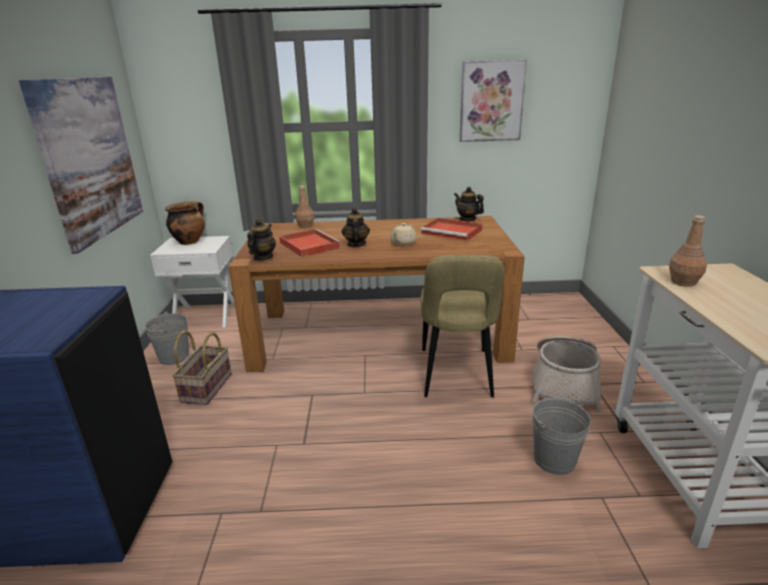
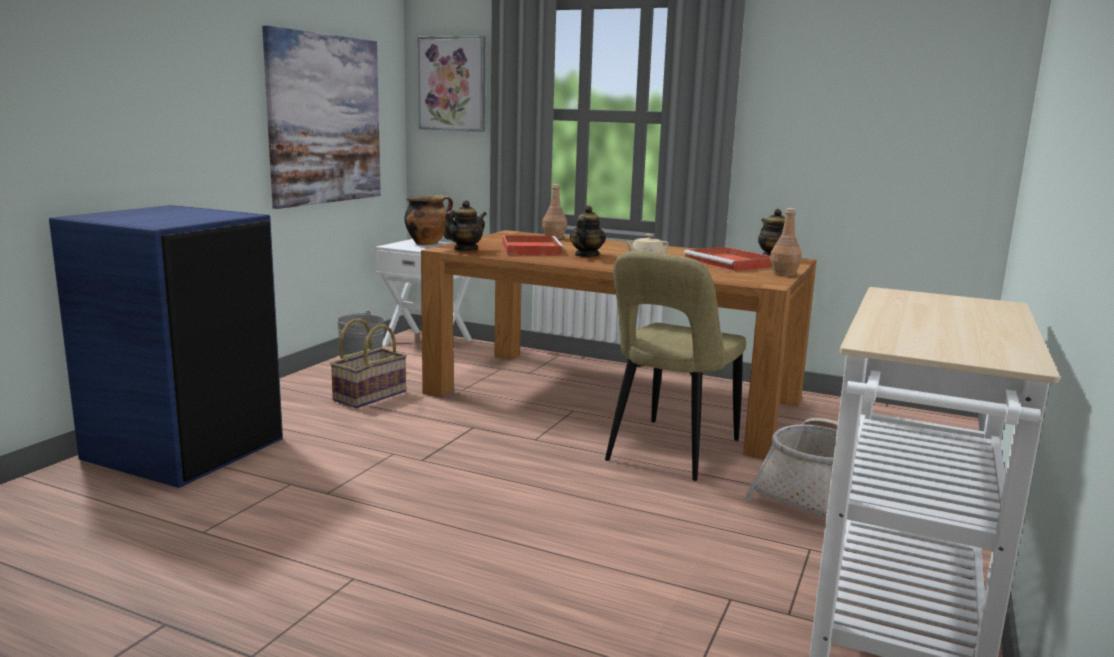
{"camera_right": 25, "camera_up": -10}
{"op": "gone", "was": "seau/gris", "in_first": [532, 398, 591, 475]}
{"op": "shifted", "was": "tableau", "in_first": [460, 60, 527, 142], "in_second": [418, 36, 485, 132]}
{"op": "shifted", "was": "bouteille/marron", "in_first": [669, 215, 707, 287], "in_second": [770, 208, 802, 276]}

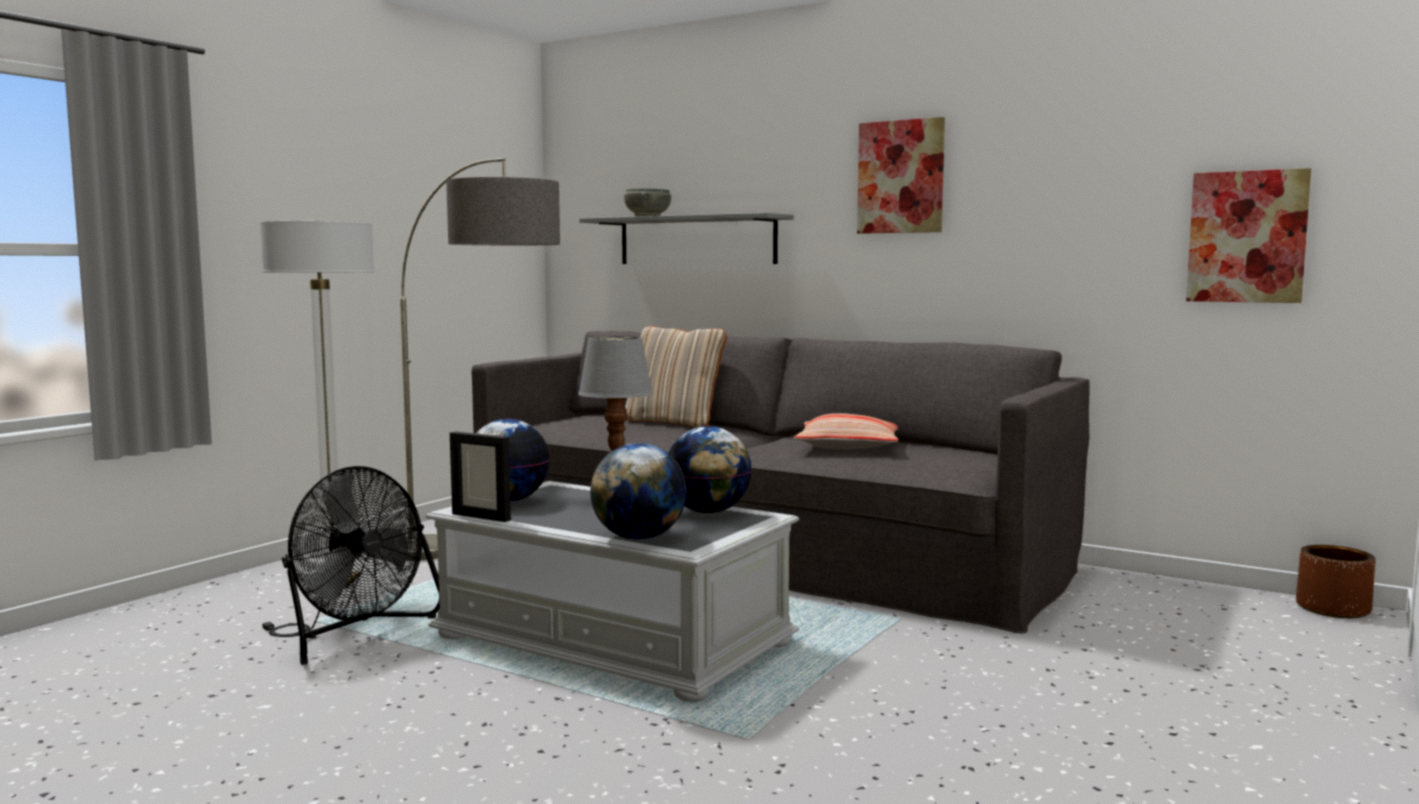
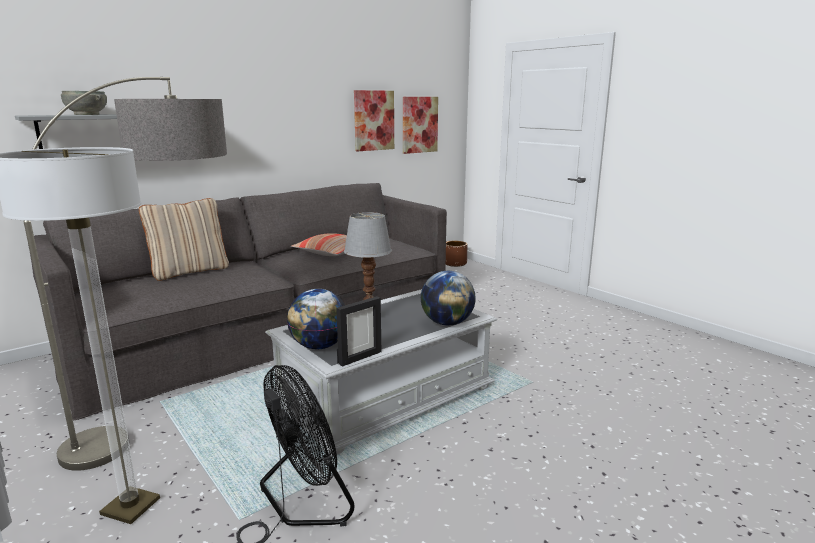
{"camera_right": -70, "camera_up": 10}
{"op": "gone", "was": "globe", "in_first": [668, 426, 752, 513]}
{"op": "shifted", "was": "tableau", "in_first": [857, 117, 945, 234], "in_second": [354, 90, 394, 151]}

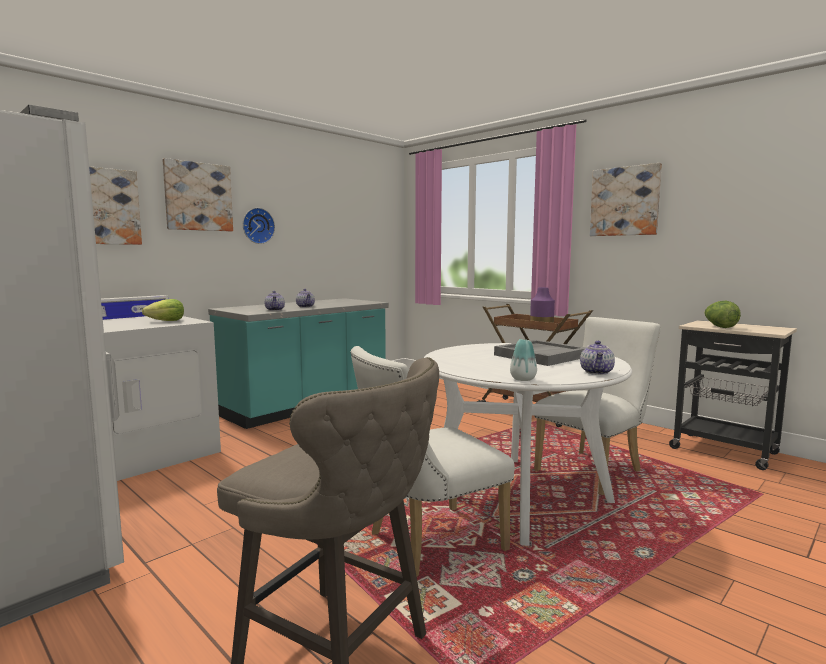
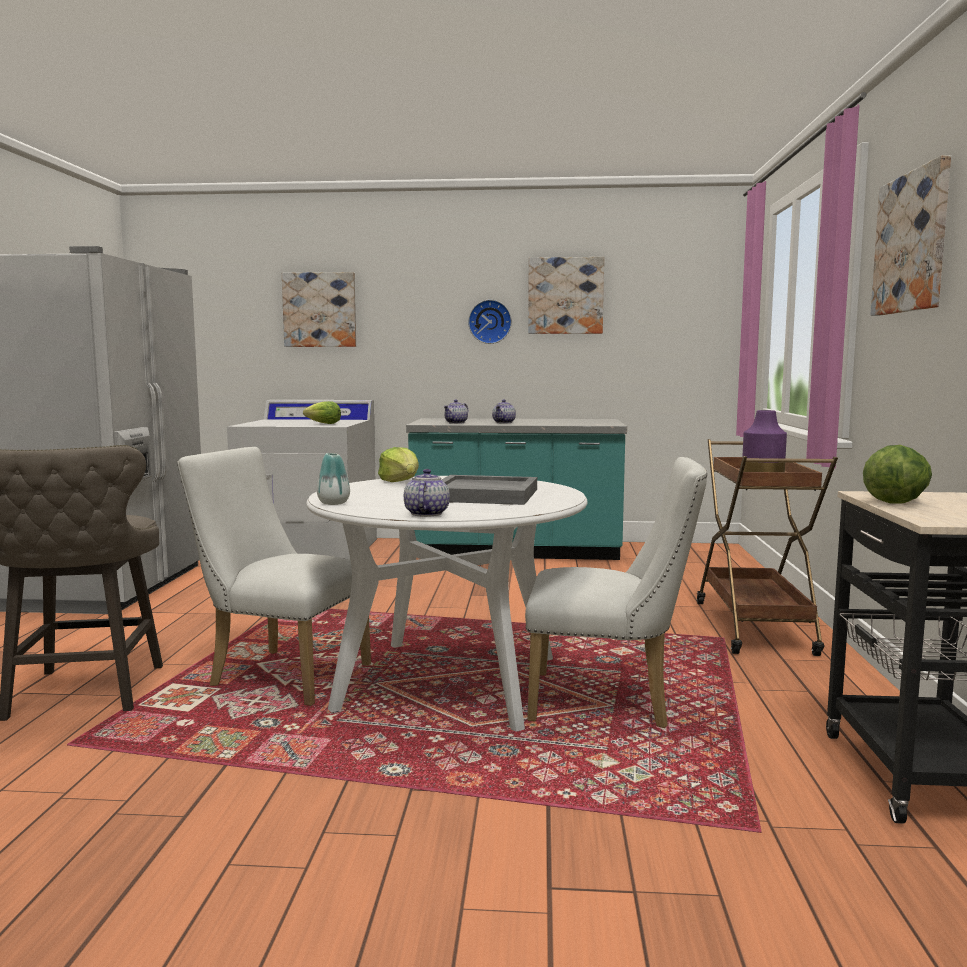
{"camera_right": 50, "camera_up": 0}
{"op": "new", "now": "laitue", "in_second": [378, 447, 419, 482]}
{"op": "shifted", "was": "tableau", "in_first": [162, 158, 233, 231], "in_second": [528, 257, 604, 334]}
{"op": "rotated", "was": "théière", "in_first": [580, 341, 615, 375], "in_second": [404, 469, 450, 517], "clockwise": 120}

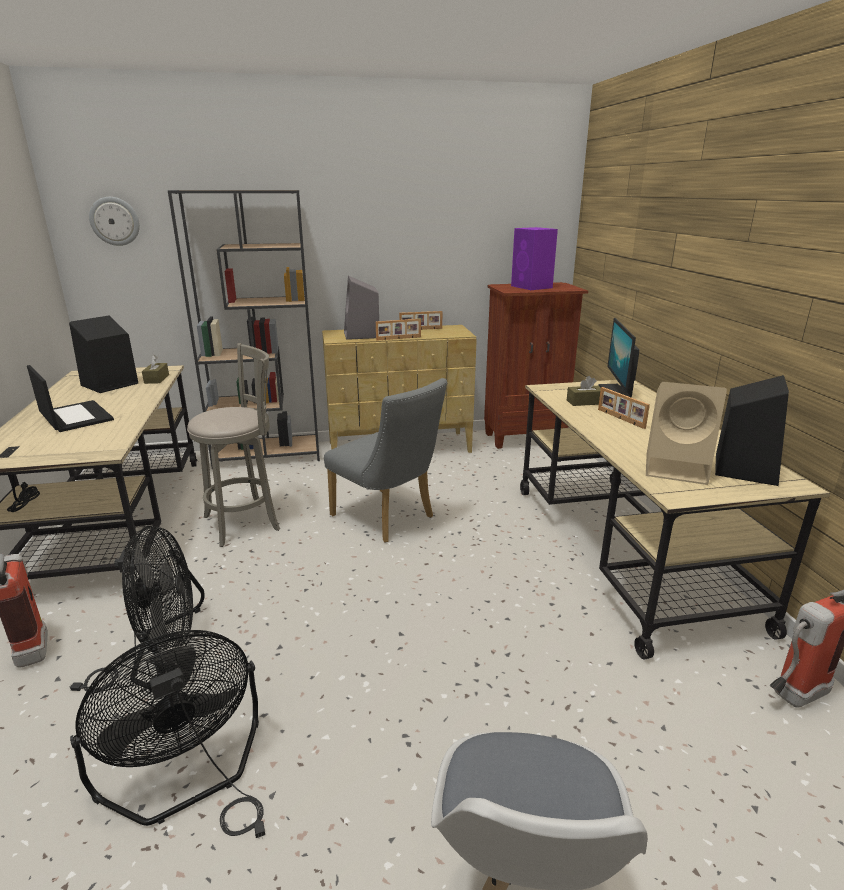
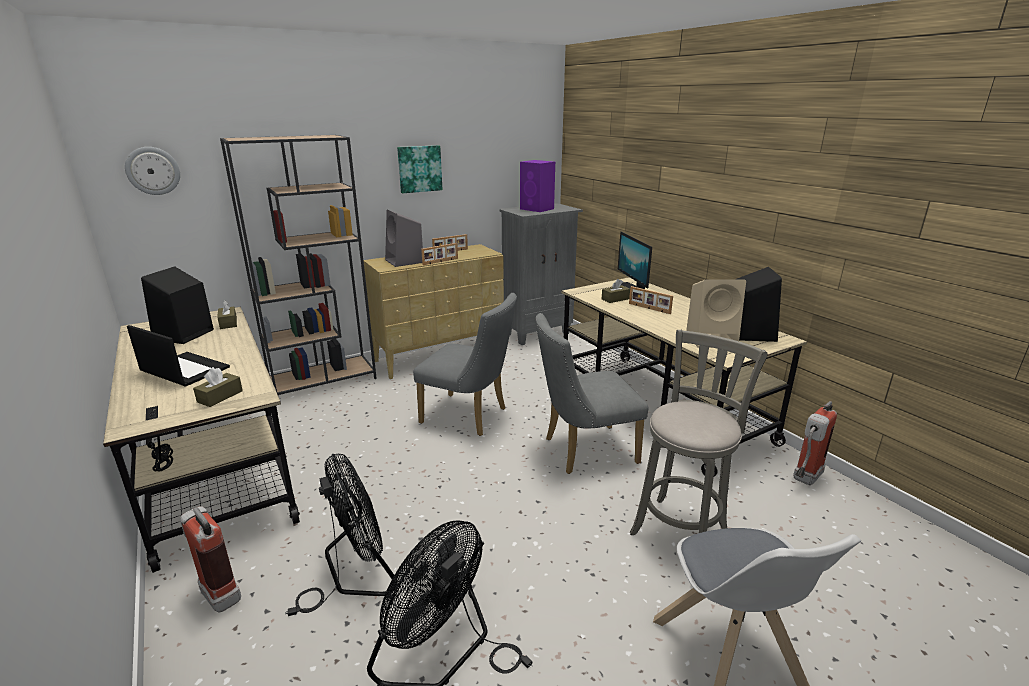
{"camera_right": -20, "camera_up": 0}
{"op": "new", "now": "boîte à mouchoirs/marron", "in_second": [193, 367, 243, 407]}
{"op": "new", "now": "tableau", "in_second": [397, 145, 443, 193]}
{"op": "new", "now": "chaise/gris", "in_second": [536, 313, 648, 474]}
{"op": "shifted", "was": "tabouret/gris", "in_first": [187, 343, 280, 547], "in_second": [630, 330, 768, 535]}
{"op": "repainted", "was": "meuble de rangement/marron", "now": "meuble de rangement/gris", "in_first": [484, 282, 588, 449], "in_second": [499, 203, 583, 345]}

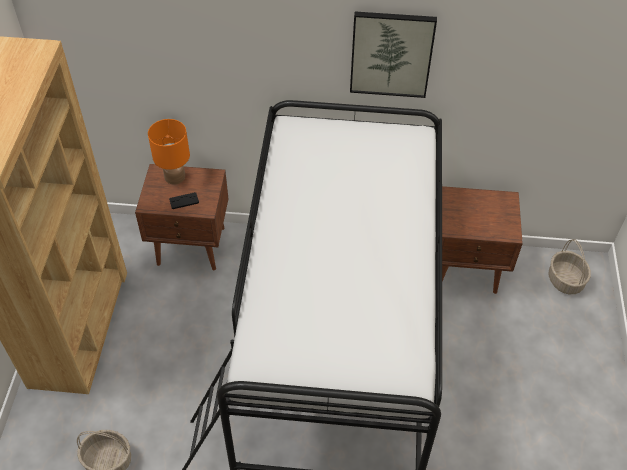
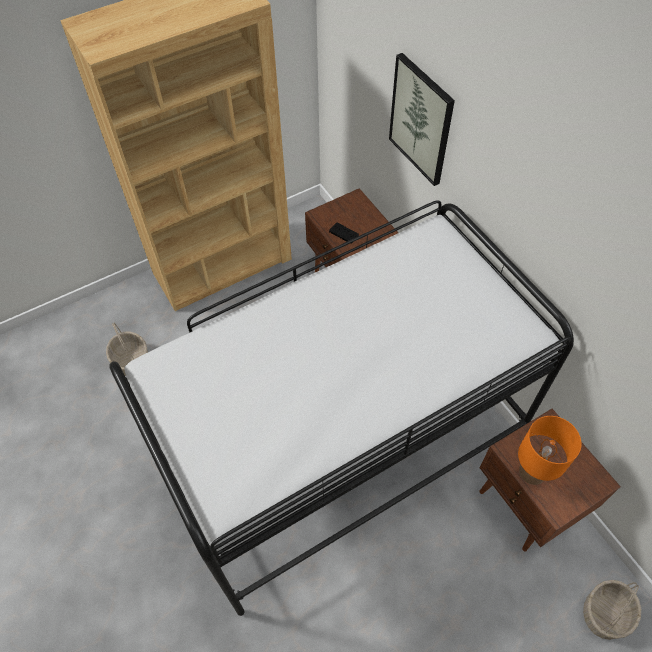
{"camera_right": 55, "camera_up": 5}
{"op": "shifted", "was": "lampe de table/orange", "in_first": [148, 119, 190, 185], "in_second": [518, 416, 582, 485]}
{"op": "shifted", "was": "tableau", "in_first": [350, 12, 437, 98], "in_second": [389, 53, 455, 186]}

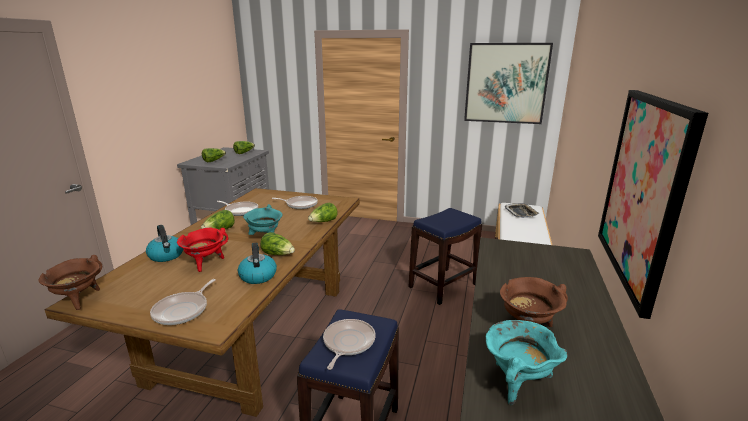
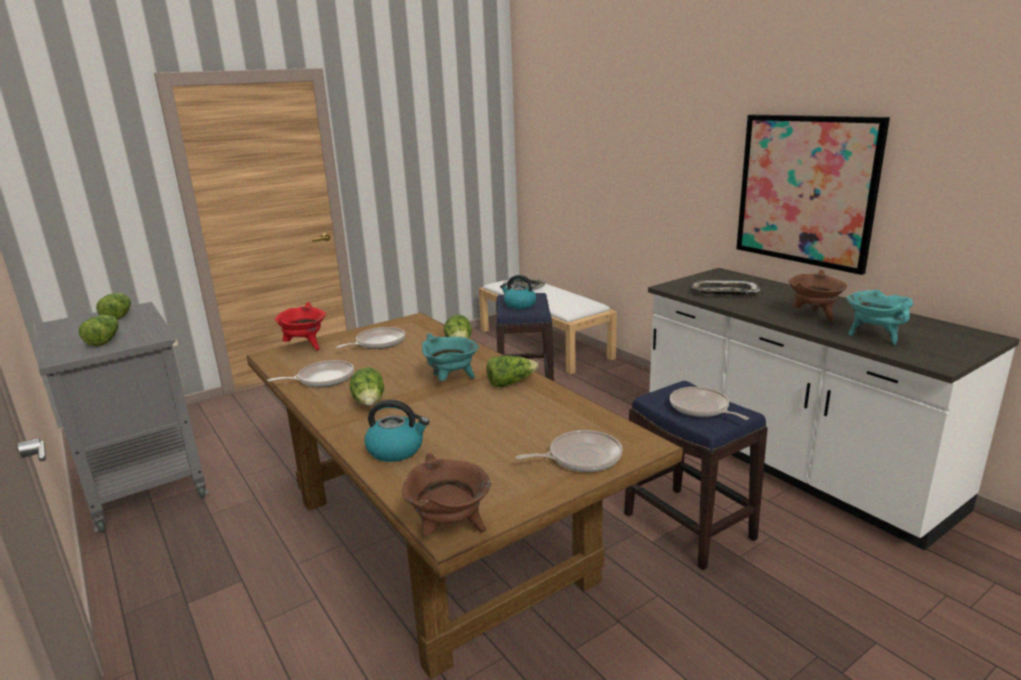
{"camera_right": -50, "camera_up": 0}
{"op": "gone", "was": "tableau", "in_first": [464, 43, 553, 124]}
{"op": "new", "now": "plateau", "in_second": [692, 280, 760, 295]}
{"op": "shifted", "was": "marmite/rouge", "in_first": [177, 228, 228, 272], "in_second": [274, 302, 326, 350]}
{"op": "shifted", "was": "bouilloire", "in_first": [238, 243, 277, 284], "in_second": [500, 275, 536, 309]}
{"op": "rotated", "was": "poêle", "in_first": [150, 279, 216, 325], "in_second": [516, 430, 622, 472], "clockwise": -75}

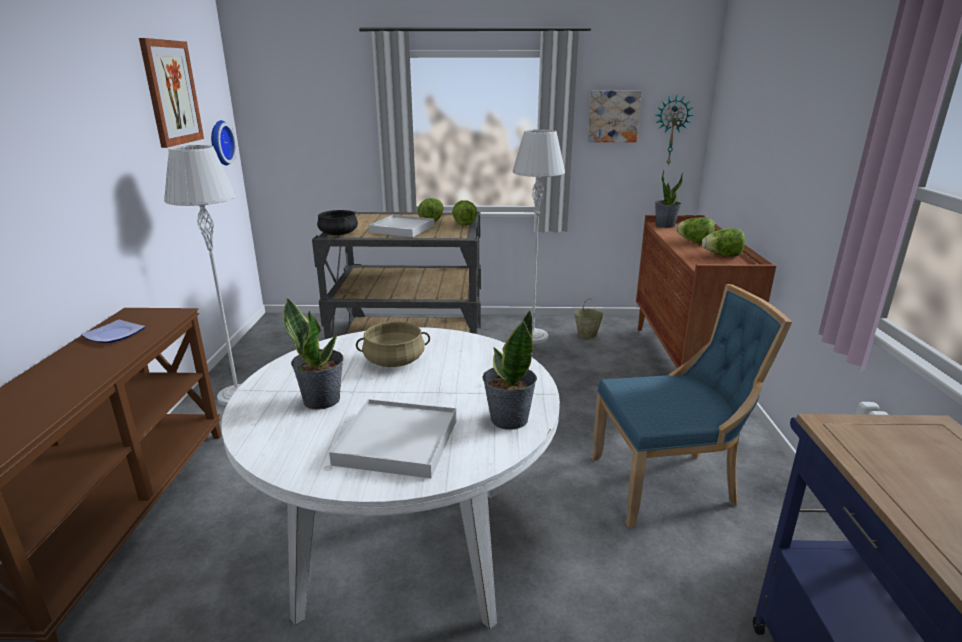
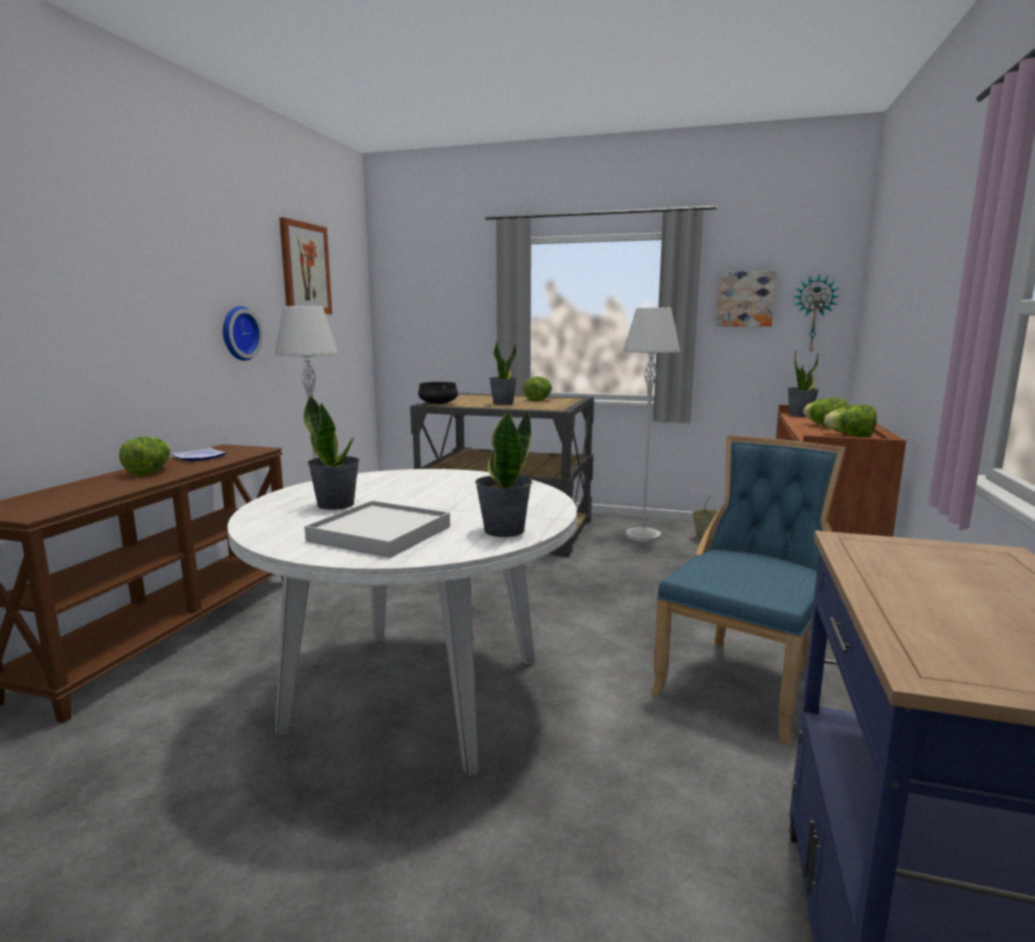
{"camera_right": 15, "camera_up": -10}
{"op": "gone", "was": "marmite/beige", "in_first": [356, 322, 430, 367]}
{"op": "shifted", "was": "horloge murale", "in_first": [211, 120, 236, 165], "in_second": [223, 306, 263, 361]}
{"op": "shifted", "was": "laitue", "in_first": [452, 200, 477, 226], "in_second": [119, 437, 171, 475]}
{"op": "swapped", "was": "plateau/blanc", "now": "plante en pot", "in_first": [368, 215, 434, 237], "in_second": [489, 341, 517, 405]}
{"op": "rotated", "was": "chaise/bleu", "in_first": [591, 284, 792, 528], "in_second": [650, 435, 845, 744], "clockwise": -60}

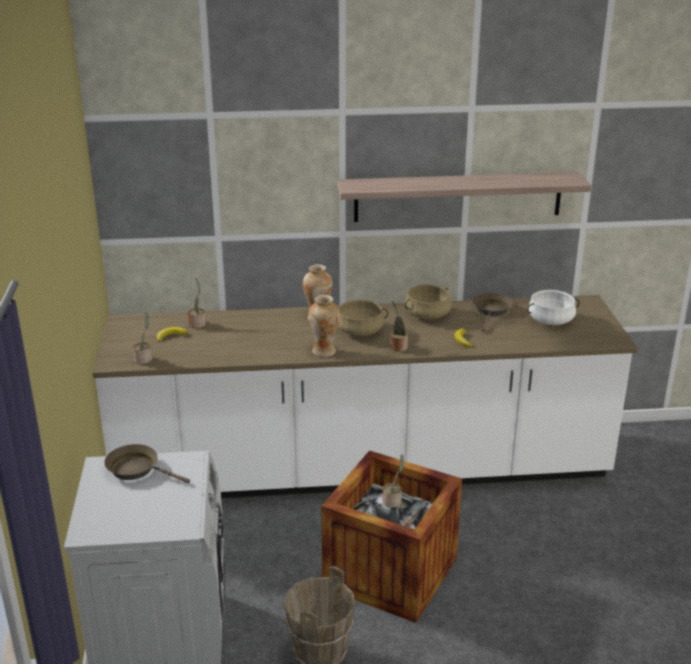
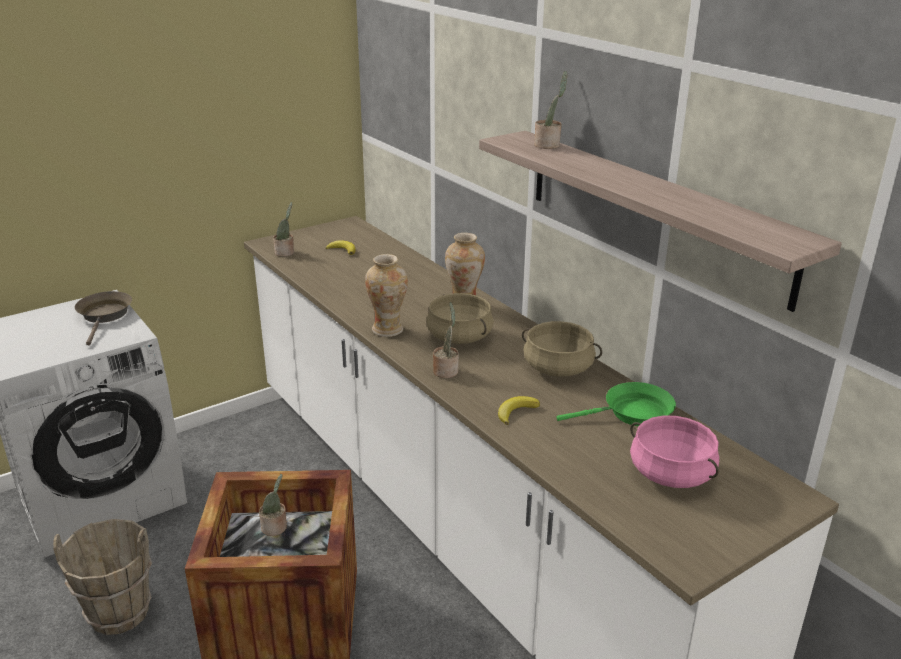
{"camera_right": 60, "camera_up": 0}
{"op": "shifted", "was": "plante en pot", "in_first": [188, 278, 206, 328], "in_second": [534, 71, 567, 149]}
{"op": "repainted", "was": "poêle/marron", "now": "poêle/vert", "in_first": [473, 293, 514, 332], "in_second": [557, 382, 676, 426]}
{"op": "repainted", "was": "marmite/blanc", "now": "marmite/rose", "in_first": [527, 290, 580, 325], "in_second": [630, 416, 719, 488]}

